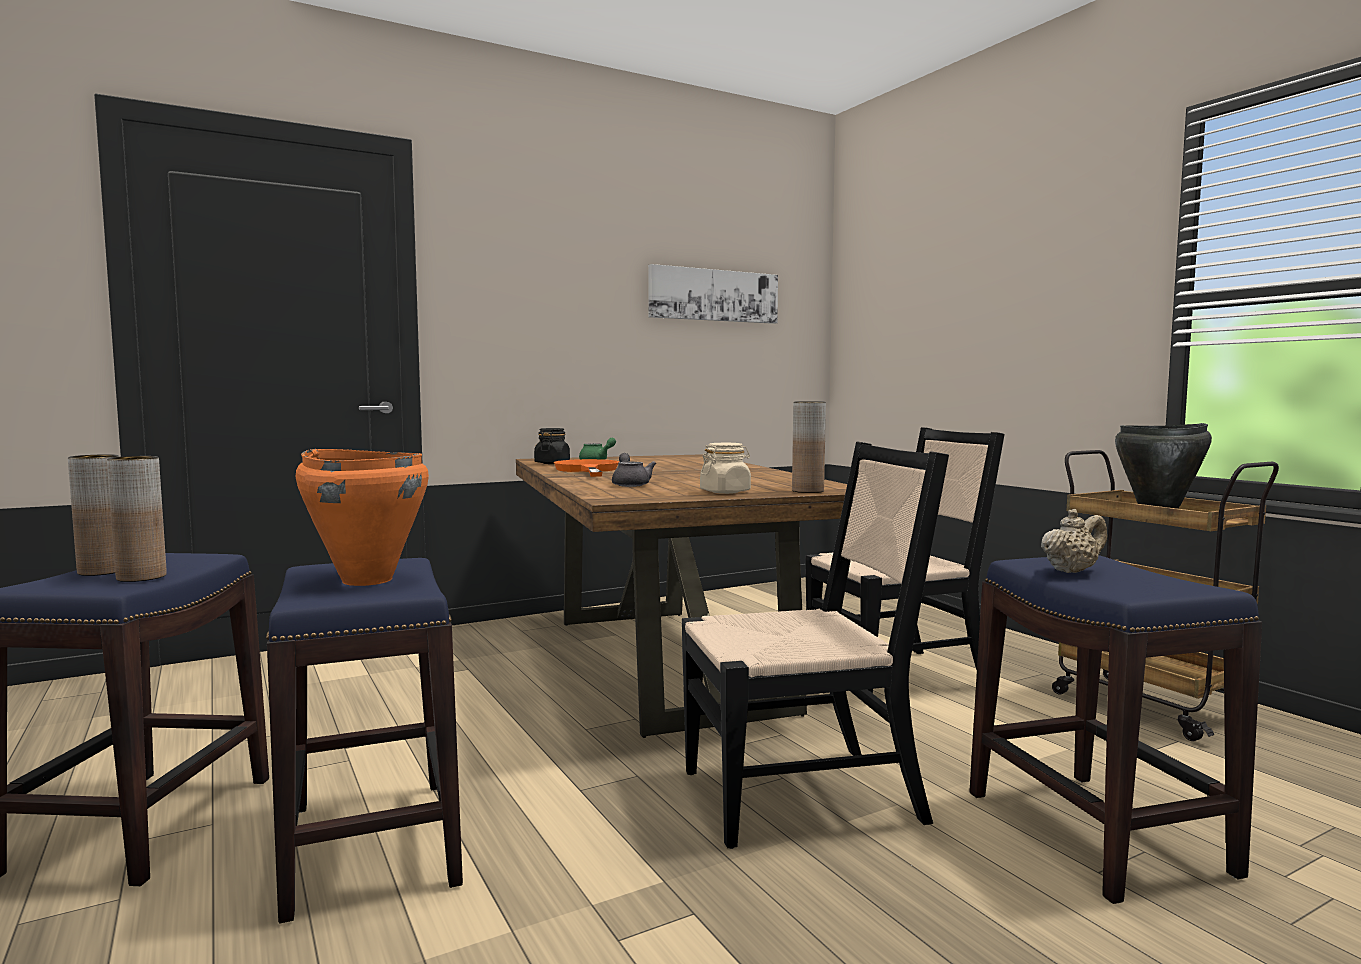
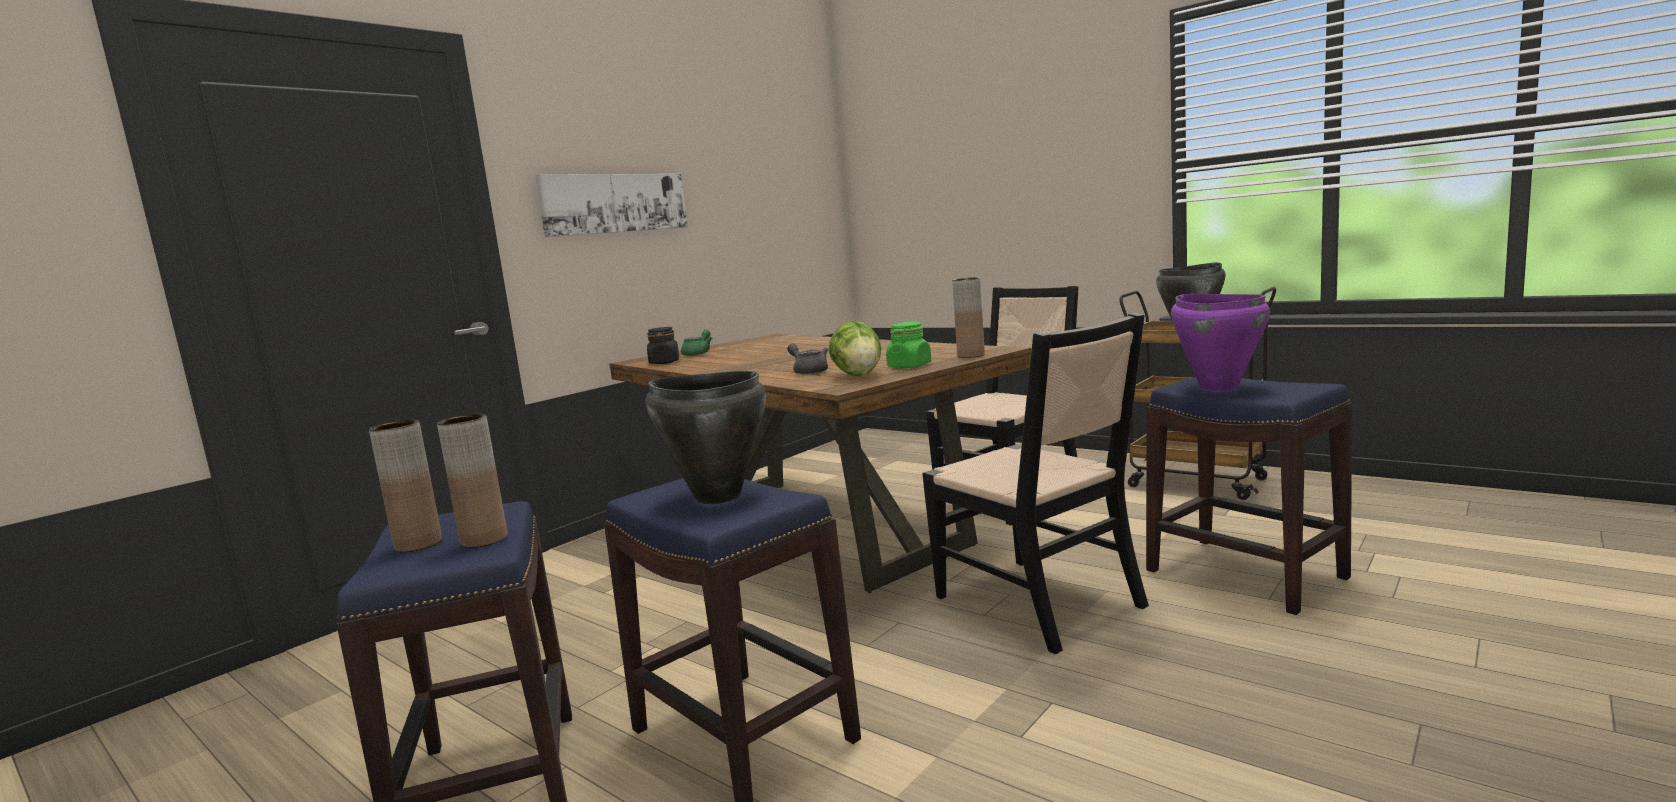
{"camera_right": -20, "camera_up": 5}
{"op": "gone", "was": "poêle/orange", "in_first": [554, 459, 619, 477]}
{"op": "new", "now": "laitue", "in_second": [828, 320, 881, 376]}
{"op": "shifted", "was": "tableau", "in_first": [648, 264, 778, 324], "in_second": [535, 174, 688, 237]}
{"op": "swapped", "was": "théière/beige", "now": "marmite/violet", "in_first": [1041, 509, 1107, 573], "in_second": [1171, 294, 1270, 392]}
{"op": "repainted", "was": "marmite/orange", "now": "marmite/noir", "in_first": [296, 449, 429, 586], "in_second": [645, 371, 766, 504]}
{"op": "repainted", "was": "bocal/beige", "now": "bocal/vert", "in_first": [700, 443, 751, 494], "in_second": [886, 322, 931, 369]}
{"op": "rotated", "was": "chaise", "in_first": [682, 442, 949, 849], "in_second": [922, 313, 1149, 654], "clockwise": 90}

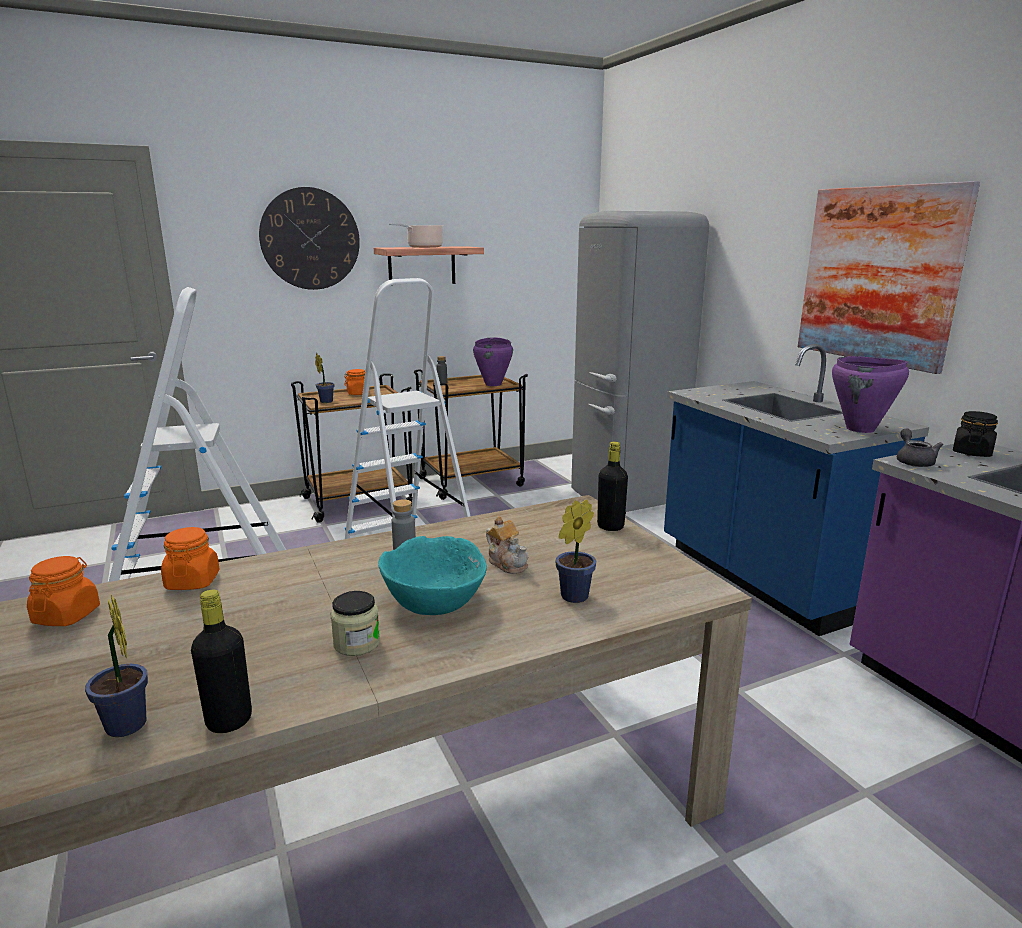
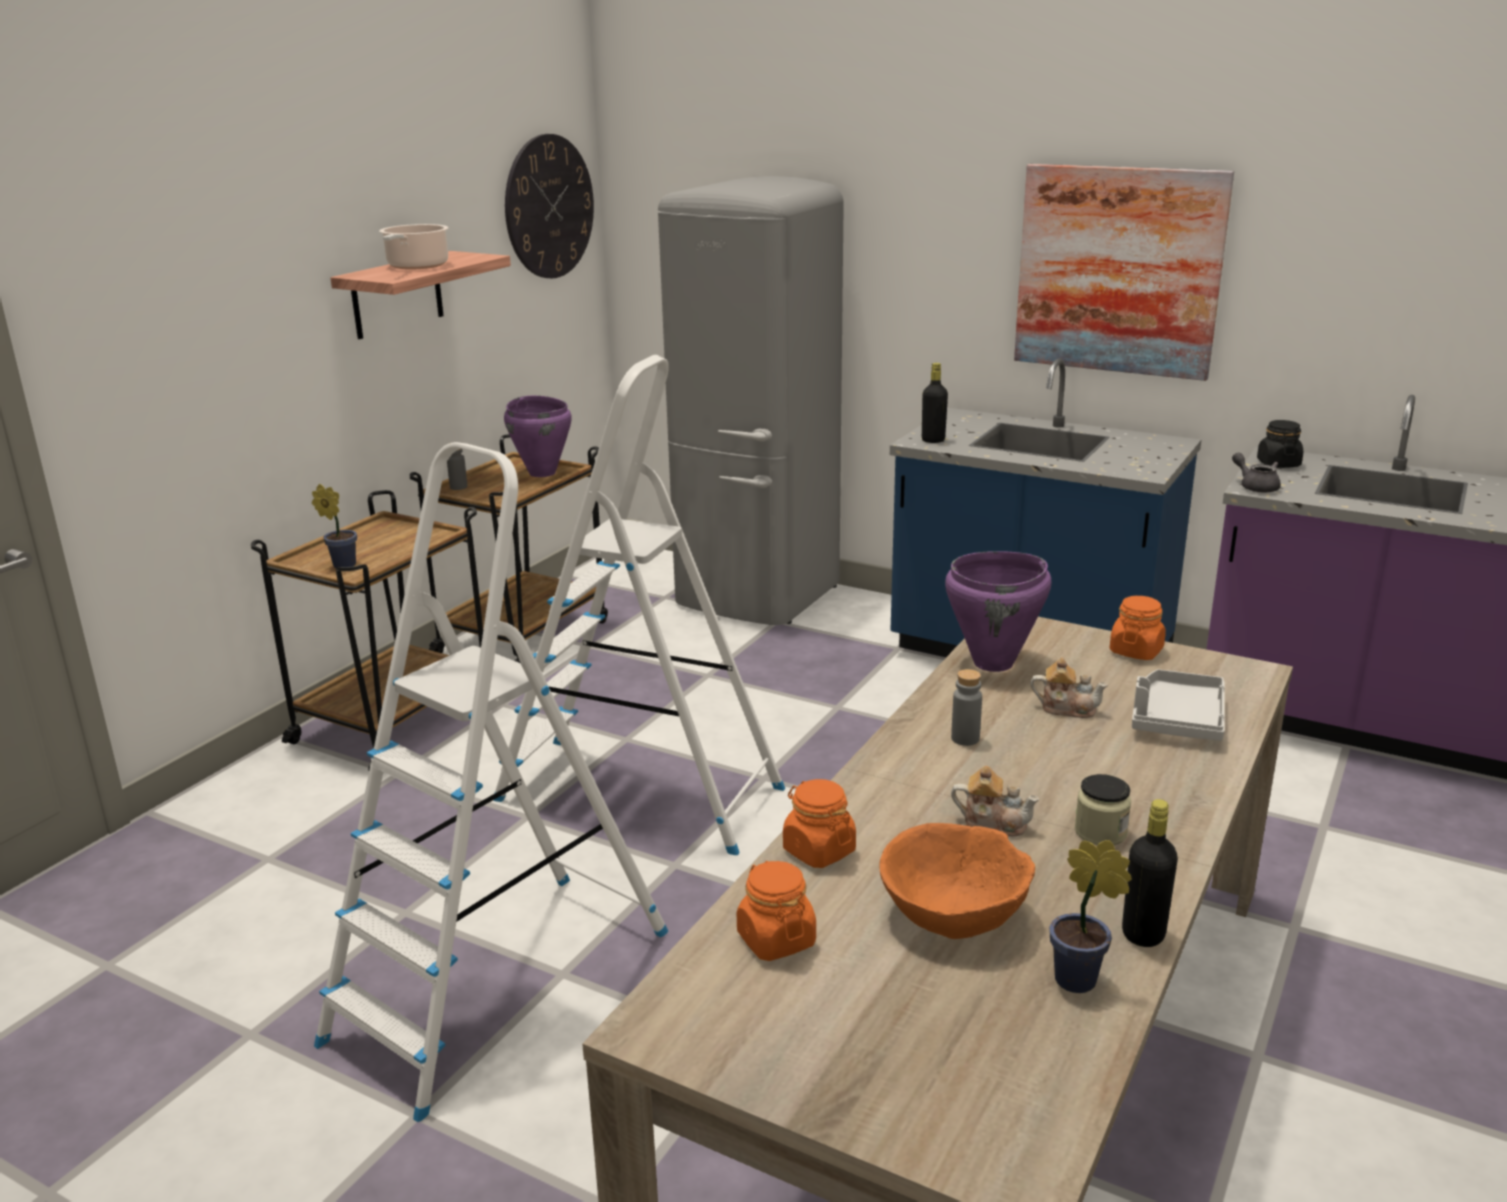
{"camera_right": -35, "camera_up": 5}
{"op": "gone", "was": "bol/turquoise", "in_first": [378, 536, 487, 615]}
{"op": "new", "now": "bol/orange", "in_second": [879, 823, 1035, 939]}
{"op": "new", "now": "théière", "in_second": [951, 766, 1039, 836]}
{"op": "shifted", "was": "horloge murale", "in_first": [259, 187, 360, 290], "in_second": [505, 134, 594, 278]}
{"op": "shifted", "was": "bocal/orange", "in_first": [344, 369, 365, 395], "in_second": [1109, 596, 1166, 660]}
{"op": "shifted", "was": "bouteille/noir", "in_first": [597, 441, 628, 531], "in_second": [922, 363, 948, 443]}
{"op": "shifted", "was": "marmite/violet", "in_first": [832, 356, 909, 433], "in_second": [945, 551, 1051, 672]}
{"op": "swapped", "was": "plante en pot", "now": "plateau/gris", "in_first": [555, 500, 596, 603], "in_second": [1132, 669, 1225, 741]}

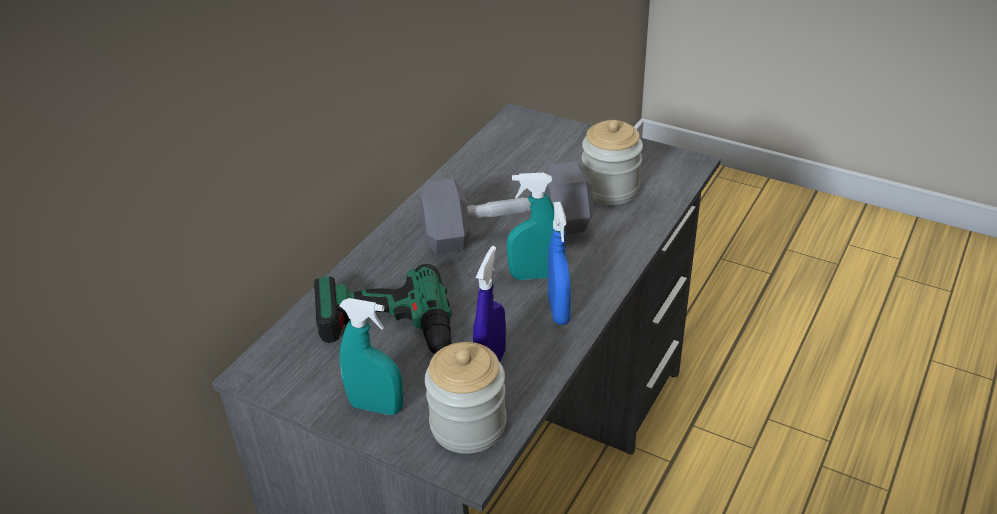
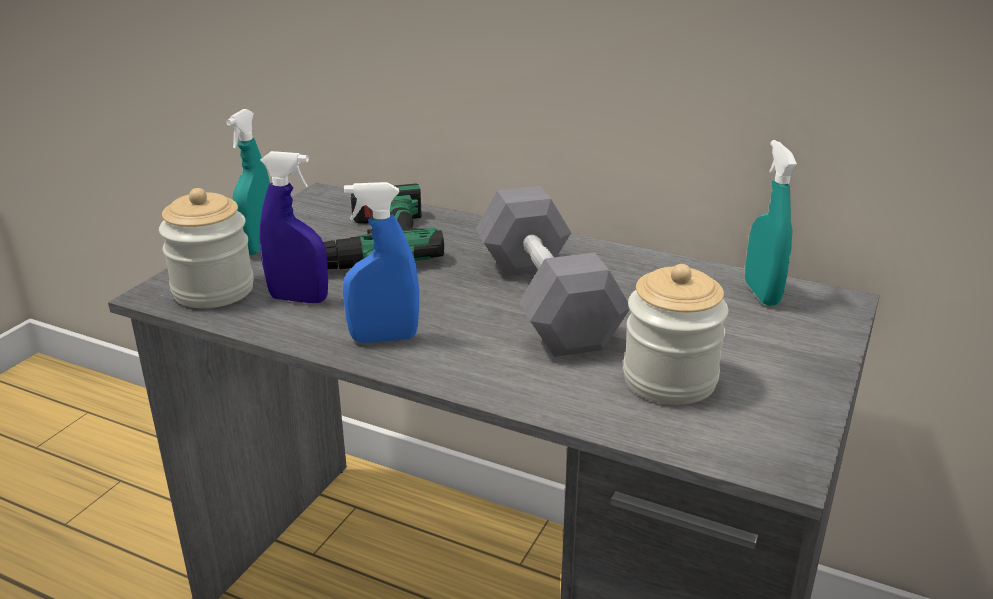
{"camera_right": 85, "camera_up": -10}
{"op": "shifted", "was": "vaporisateur/turquoise", "in_first": [507, 173, 554, 280], "in_second": [745, 140, 797, 306]}

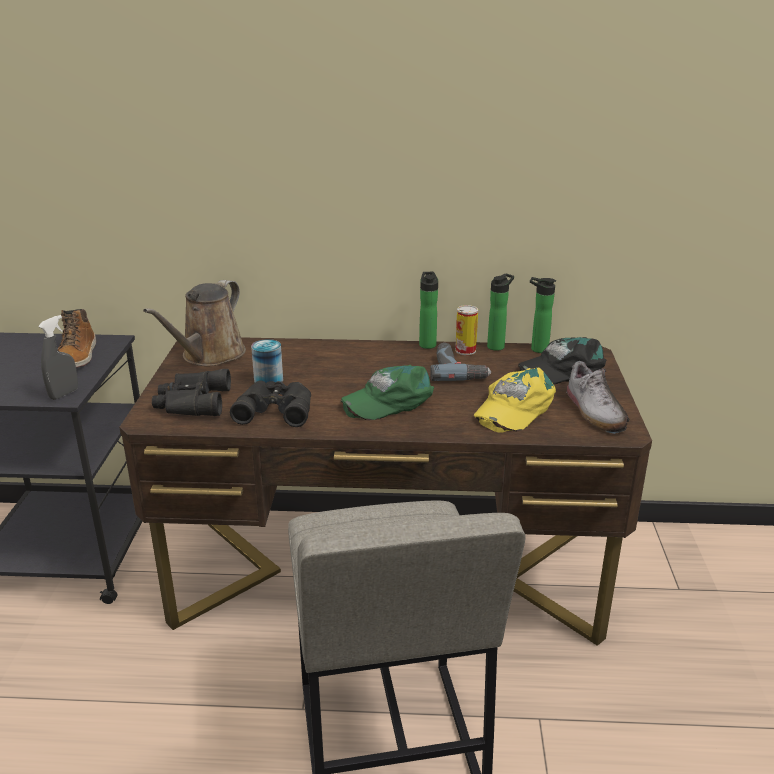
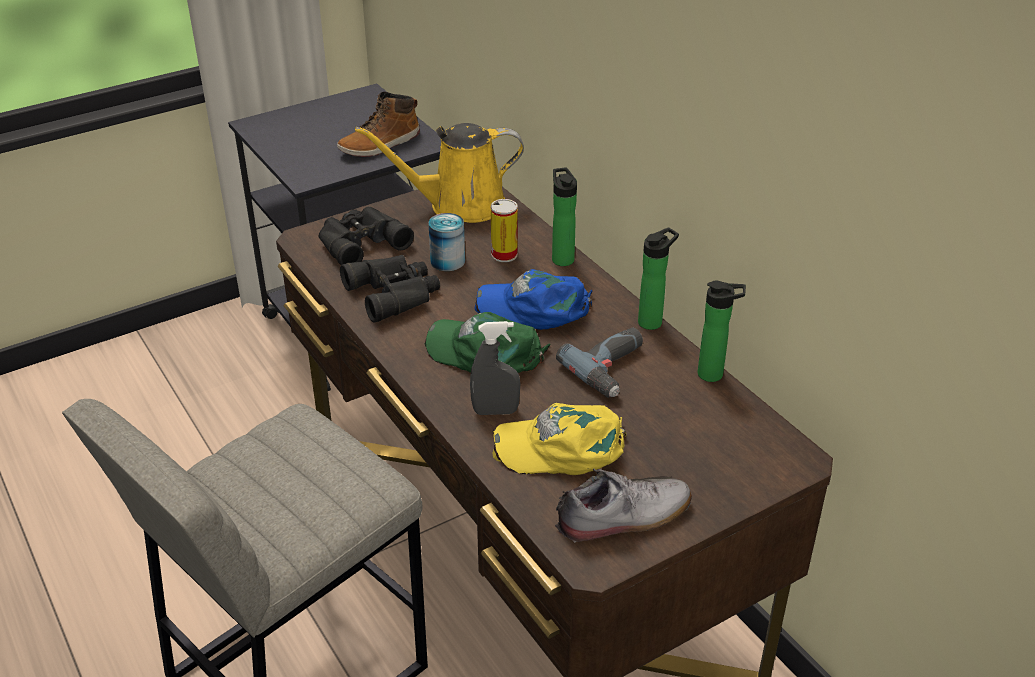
{"camera_right": 55, "camera_up": 10}
{"op": "gone", "was": "casquette/noir", "in_first": [518, 337, 606, 384]}
{"op": "new", "now": "casquette/bleu", "in_second": [474, 269, 592, 330]}
{"op": "shifted", "was": "vaporisateur/gris", "in_first": [38, 315, 78, 400], "in_second": [470, 321, 521, 415]}
{"op": "shifted", "was": "boîte métallique", "in_first": [455, 305, 478, 355], "in_second": [491, 199, 518, 262]}
{"op": "shifted", "was": "bouteille", "in_first": [530, 277, 556, 353], "in_second": [552, 168, 577, 266]}
{"op": "repainted", "was": "arrosoir/marron", "now": "arrosoir/jaune", "in_first": [143, 280, 246, 366], "in_second": [355, 123, 524, 223]}
{"op": "rotated", "was": "chaussure", "in_first": [566, 361, 630, 434], "in_second": [555, 469, 692, 543], "clockwise": -150}

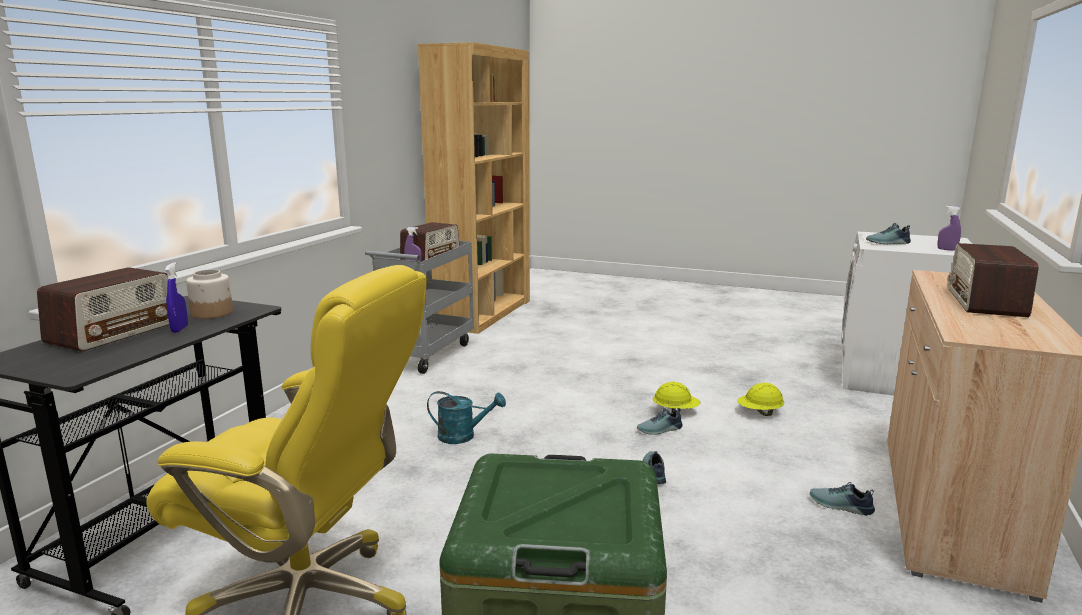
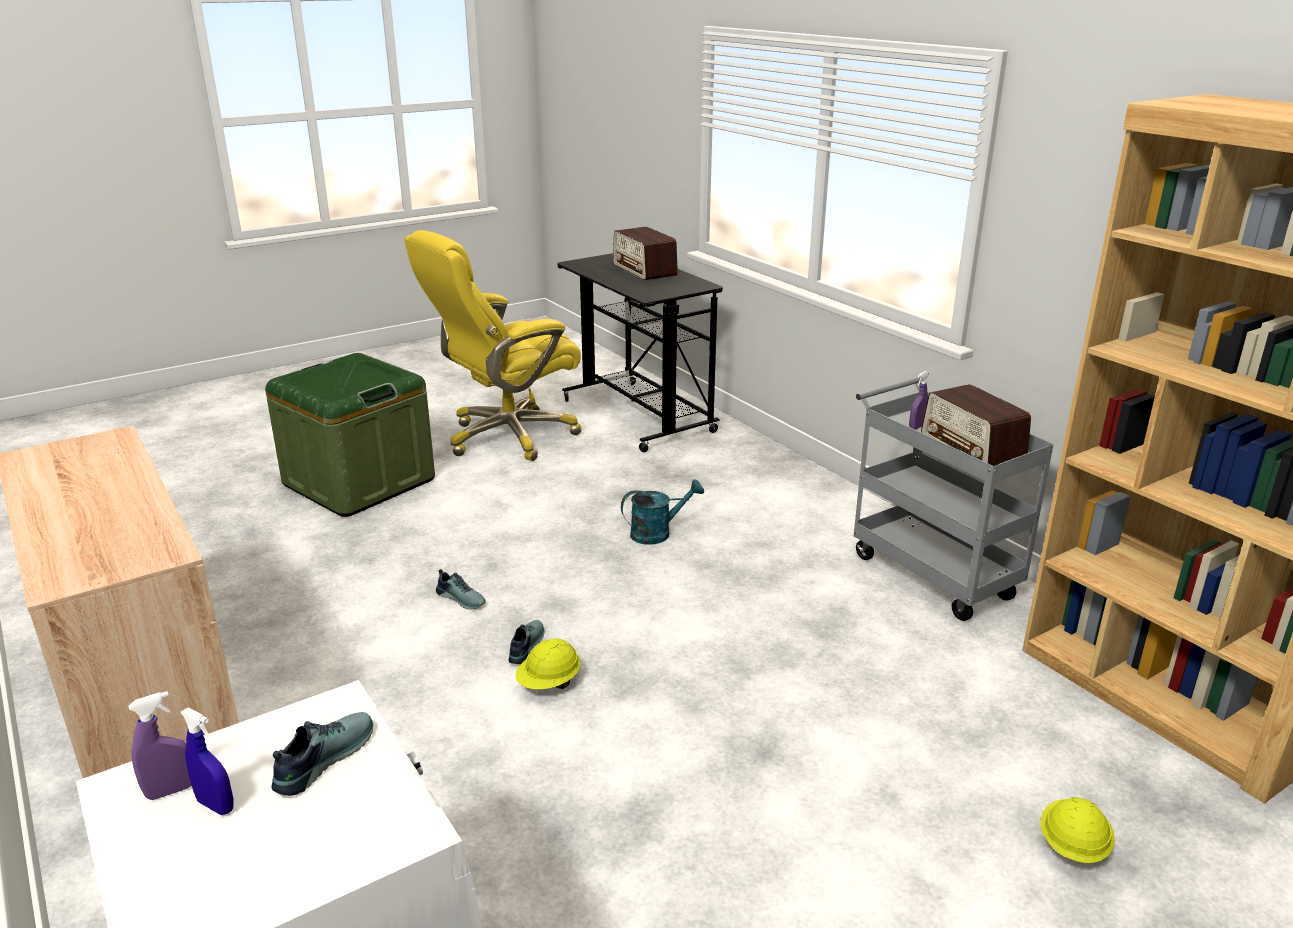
{"camera_right": 125, "camera_up": 10}
{"op": "gone", "was": "bocal", "in_first": [186, 269, 233, 319]}
{"op": "gone", "was": "chaussure", "in_first": [810, 482, 875, 516]}
{"op": "gone", "was": "radio", "in_first": [948, 243, 1039, 317]}
{"op": "shifted", "was": "vaporisateur/bleu", "in_first": [165, 262, 188, 333], "in_second": [180, 708, 234, 815]}
{"op": "shifted", "was": "casque de chantier/jaune", "in_first": [737, 383, 784, 416], "in_second": [1040, 797, 1115, 863]}
{"op": "rotated", "was": "arrosoir/turquoise", "in_first": [427, 391, 506, 444], "in_second": [621, 480, 704, 545], "clockwise": -150}

